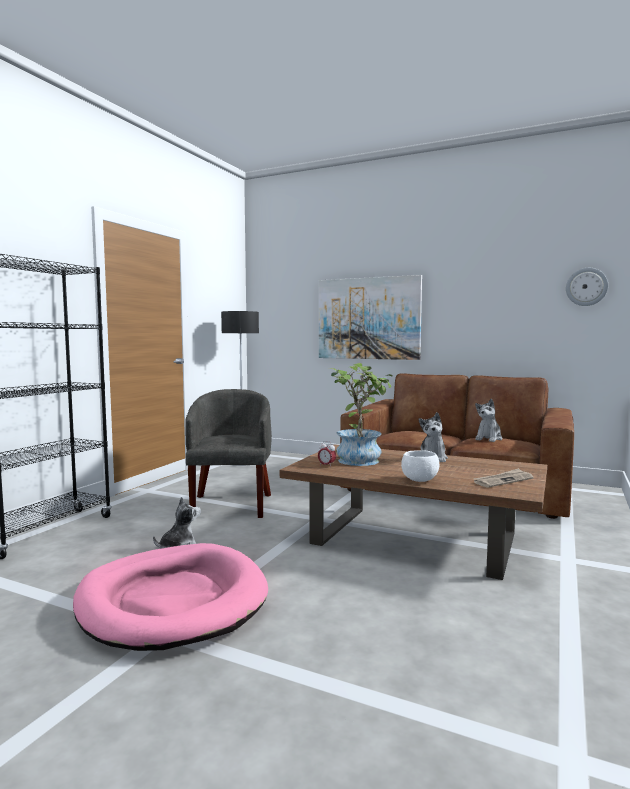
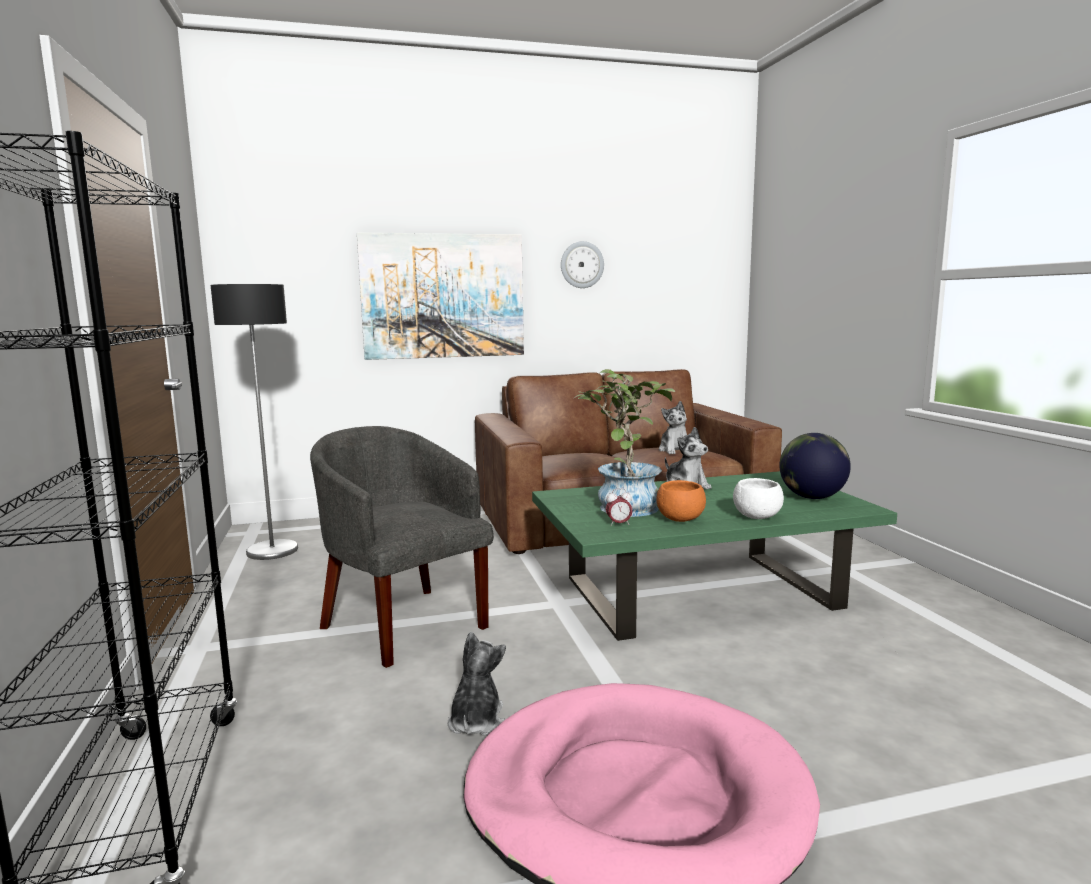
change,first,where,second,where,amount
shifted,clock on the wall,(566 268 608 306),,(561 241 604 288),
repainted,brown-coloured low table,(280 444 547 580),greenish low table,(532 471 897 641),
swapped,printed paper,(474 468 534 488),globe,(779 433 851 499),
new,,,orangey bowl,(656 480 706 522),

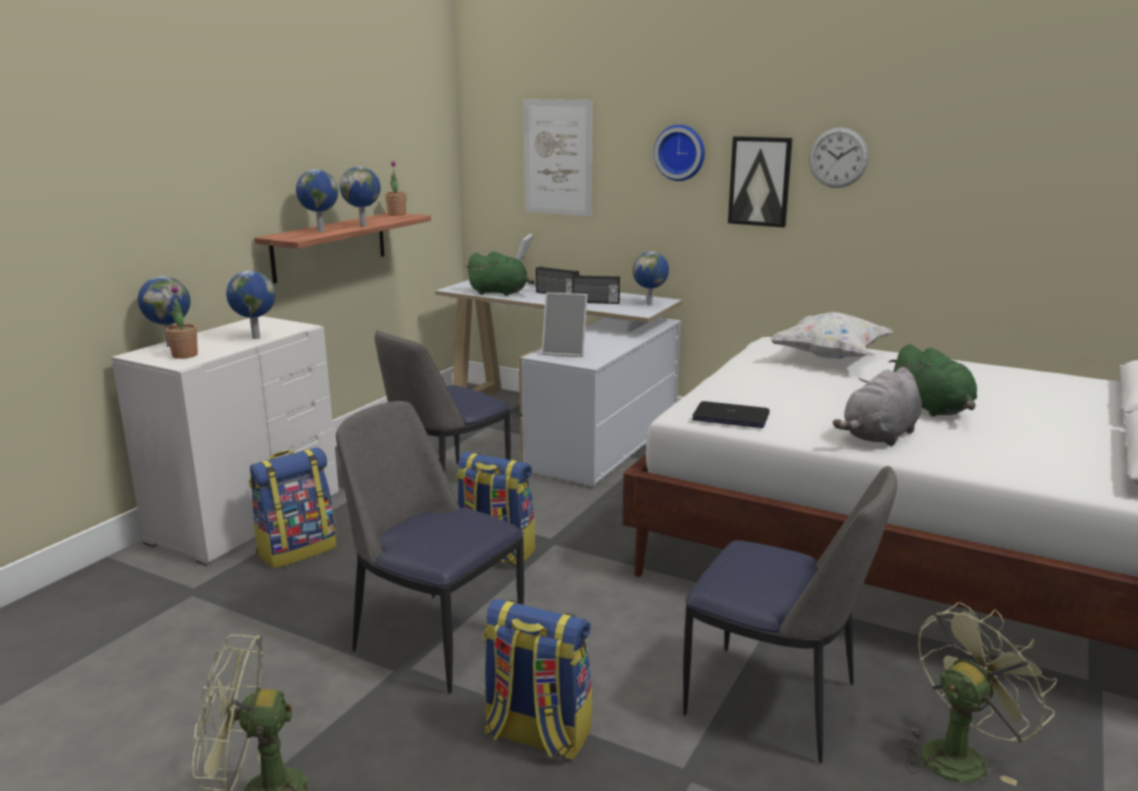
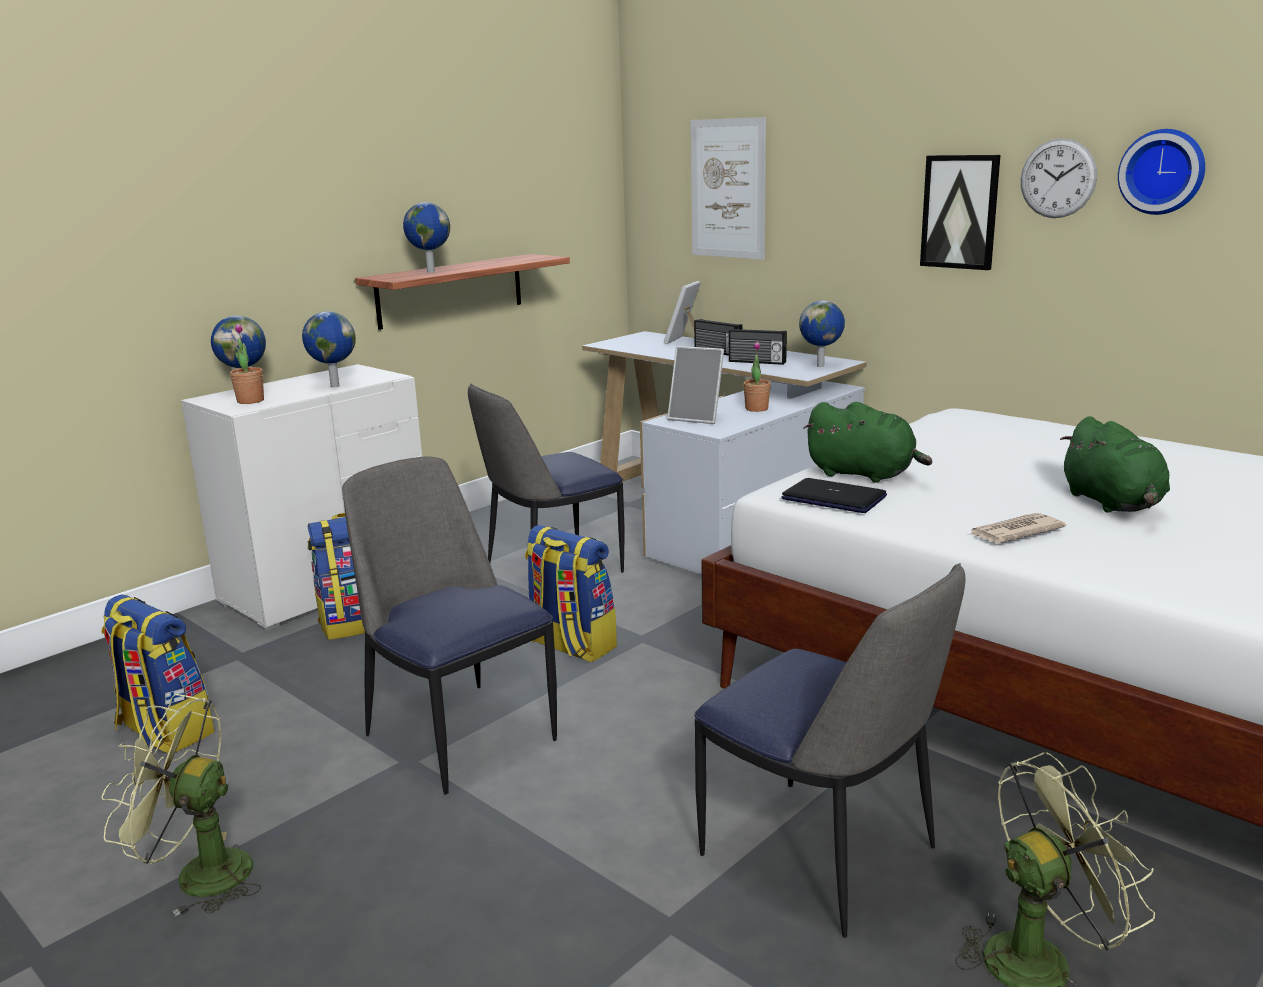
change,first,where,second,where,amount
shifted,clock on the wall,(654 125 705 181),,(1118 129 1205 215),
shifted,plant in a pot,(385 160 407 216),,(743 342 771 412),
gone,globe,(339 166 380 227),,,
shifted,greenish plush toy,(465 251 535 296),,(803 402 932 482),
gone,white pillow,(770 312 893 359),,,
swapped,grey plush toy,(833 367 922 446),printed paper,(968 513 1066 543),
shifted,backpack,(483 599 592 760),,(101 595 214 753),

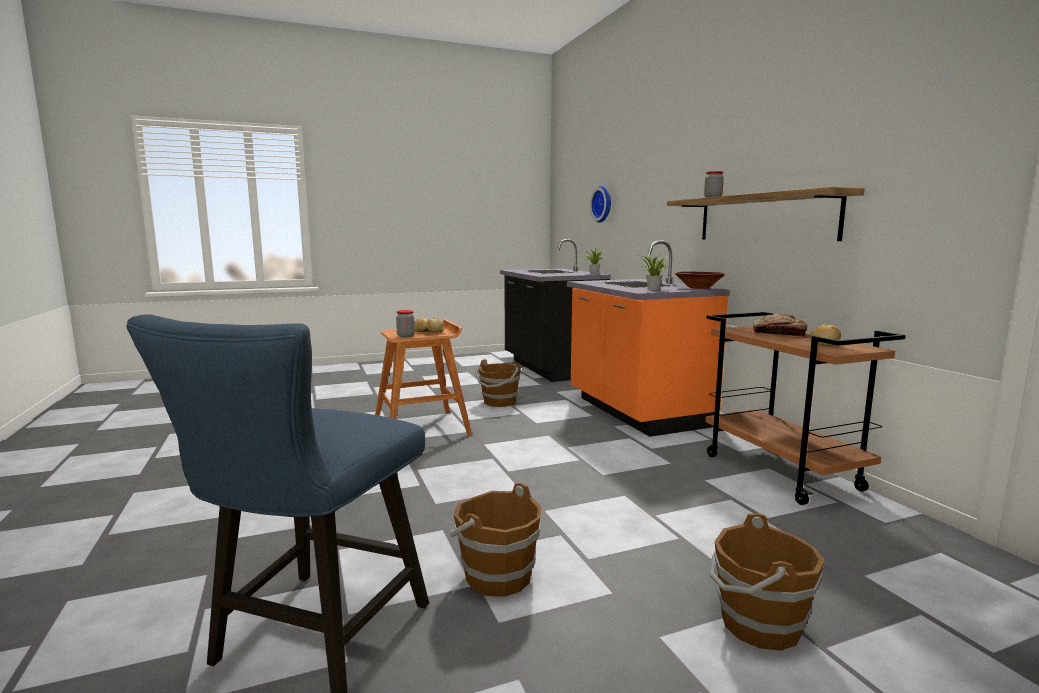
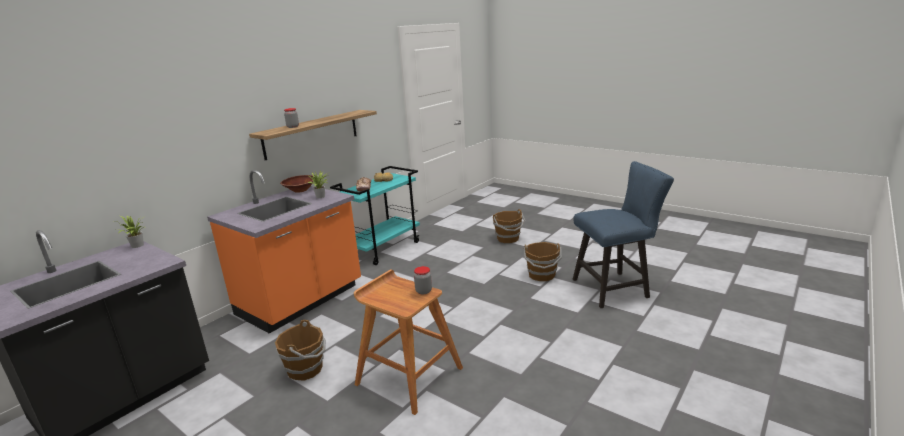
change,first,where,second,where,amount
gone,clock on the wall,(590 186 611 223),,,
repainted,brown-coloured trolley,(705 312 906 505),blue-green trolley,(330 166 420 265),
gone,bread,(414 318 444 333),,,

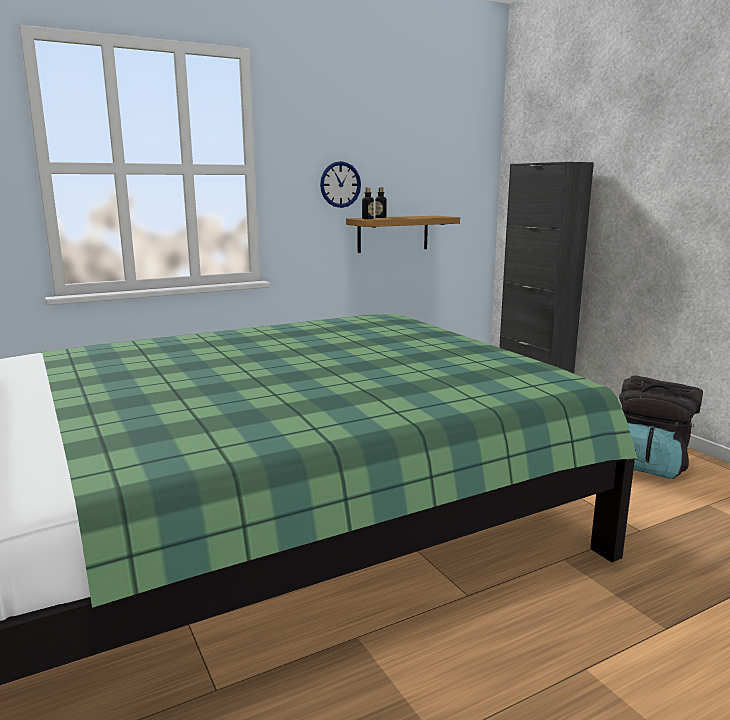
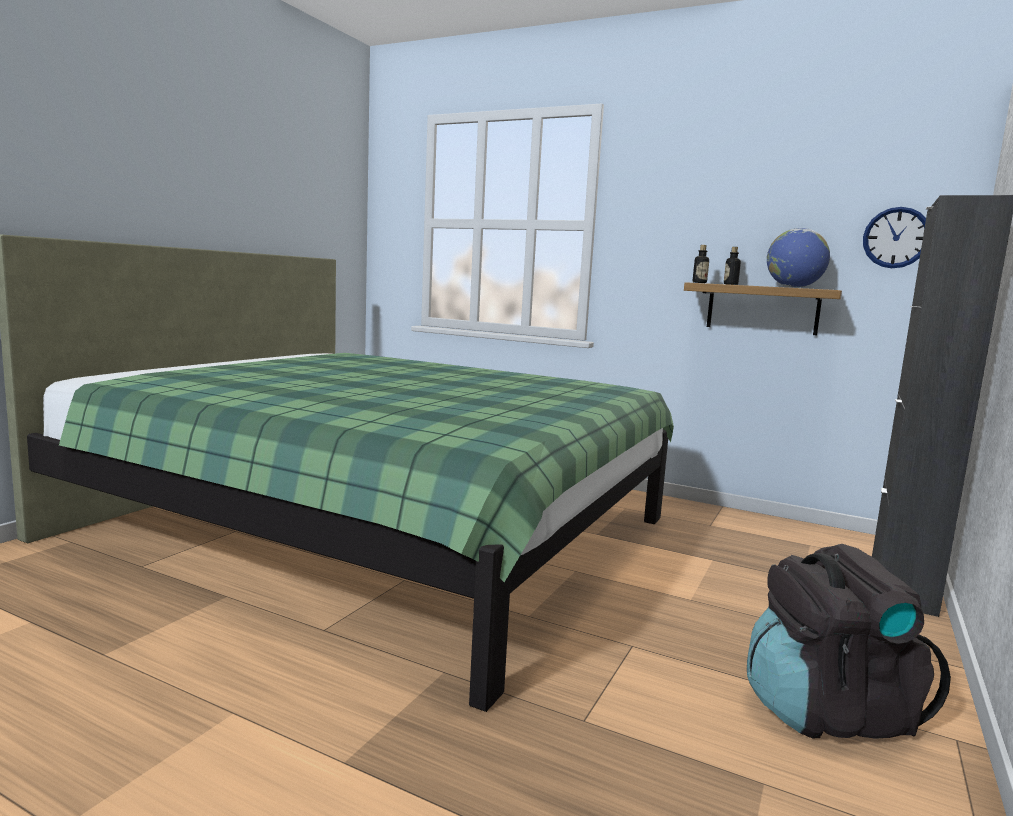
change,first,where,second,where,amount
shifted,clock on the wall,(320 161 361 208),,(863 207 926 268),
new,,,globe,(767 228 830 288),

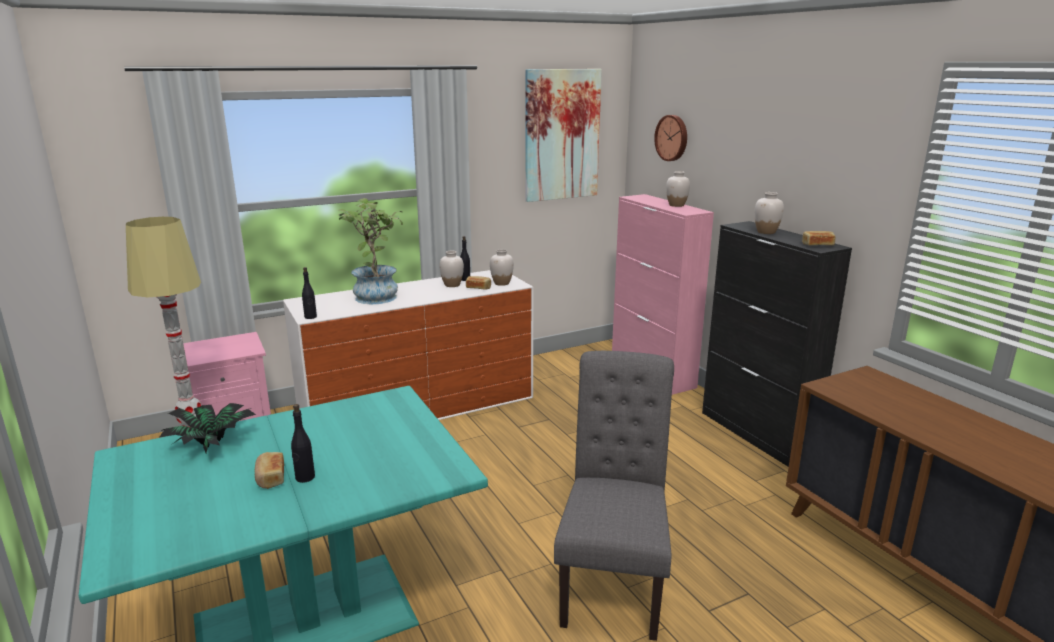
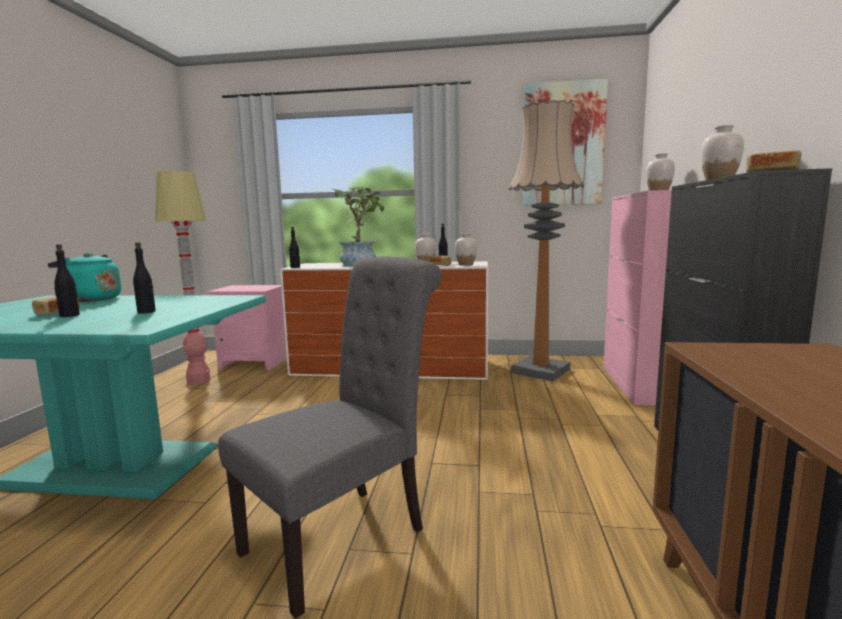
change,first,where,second,where,amount
gone,clock on the wall,(654 115 687 161),,,
swapped,plant in a pot,(159 403 256 453),blue-green kettle,(48 253 121 302),
new,,,standing lamp,(509 100 584 381),
new,,,blackish bottle,(133 242 156 314),

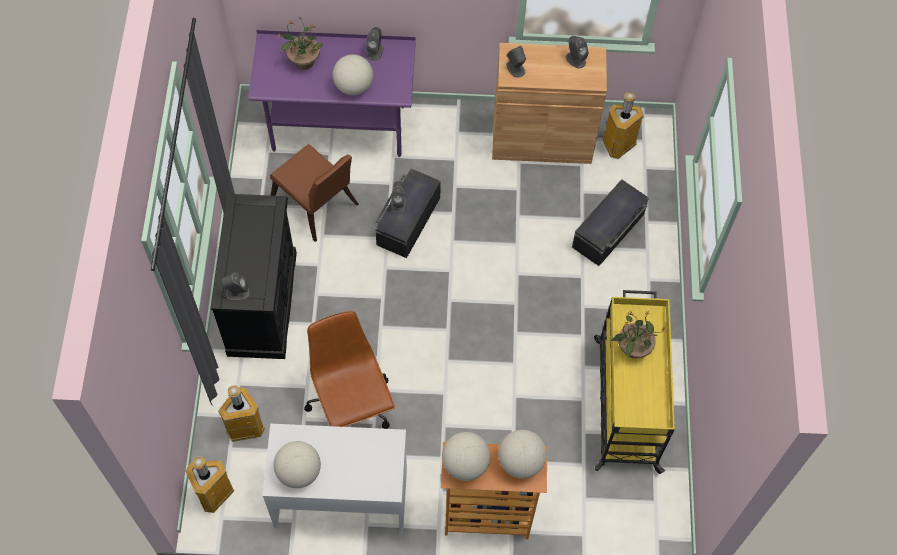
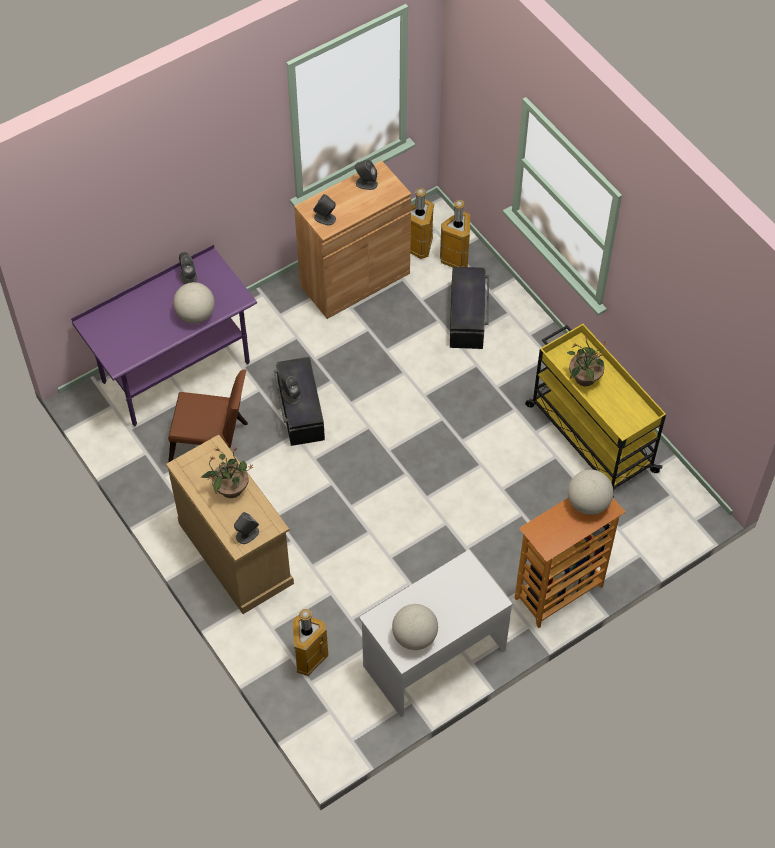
change,first,where,second,where,amount
shifted,plant in a pot,(279 16 323 70),,(201 446 254 498),
repainted,blackish dresser,(210 194 297 359),beige-coloured dresser,(166 435 294 614),
gone,brown-coloured office chair,(304 311 395 429),,,
gone,globe,(442 432 491 481),,,
shifted,waste bin,(186 456 234 513),,(440 200 470 267),

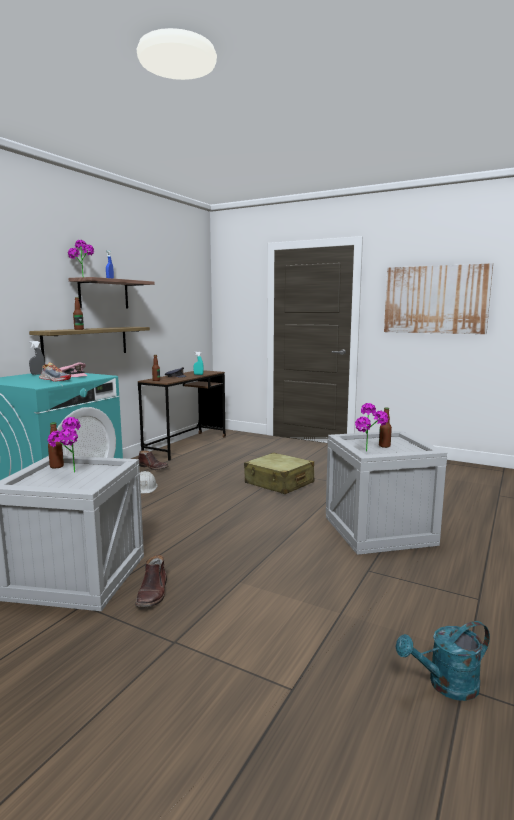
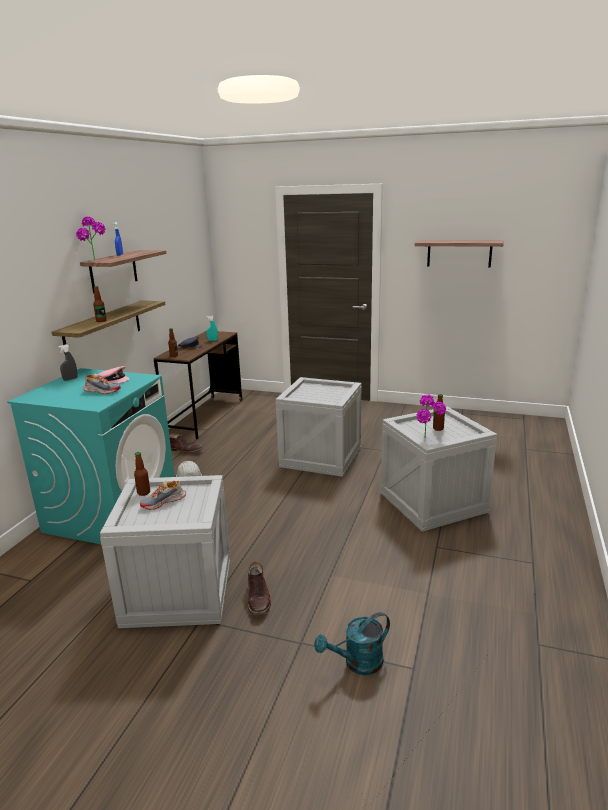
change,first,where,second,where,amount
swapped,wall art,(384 263 493 334),wall shelf,(415 240 504 268),
swapped,plant in a pot,(48 417 81 472),low shoe,(140 480 186 510),
swapped,beige-coloured piece of luggage,(244 452 314 494),shipping crate,(276 377 362 477),
shifted,blue-green sprinkling can,(396 621 490 701),,(314 612 390 675),

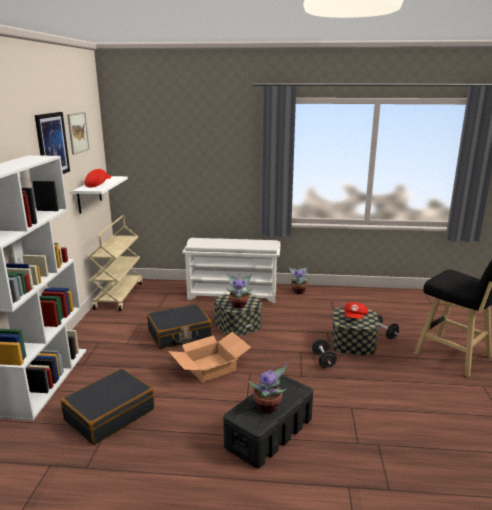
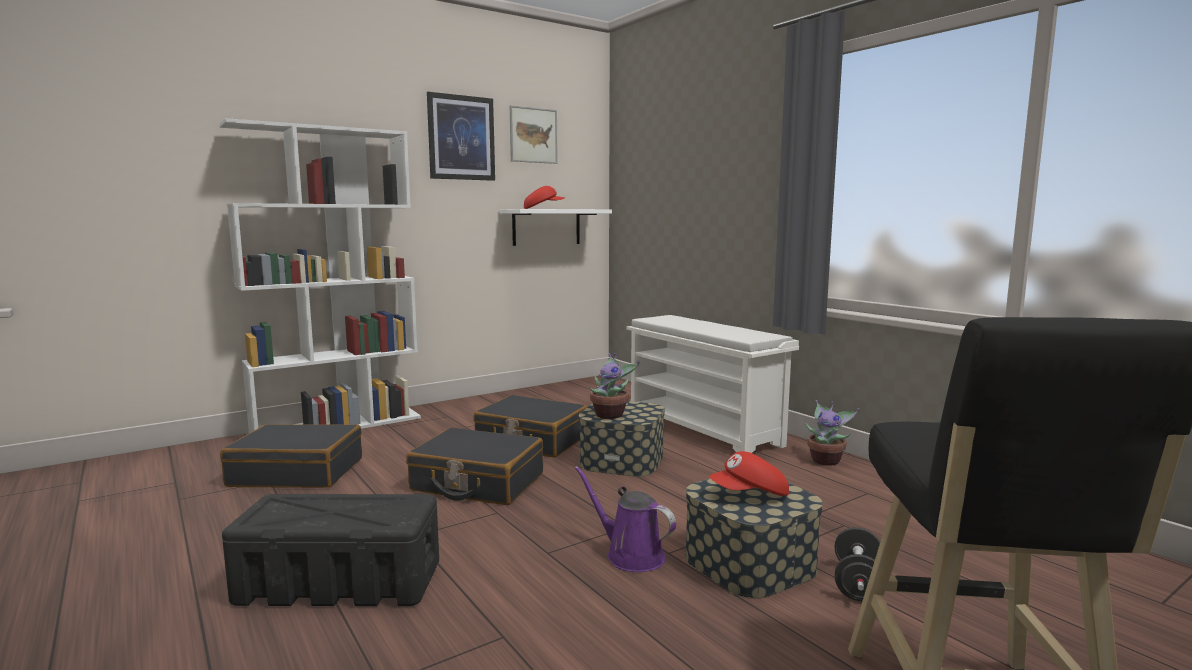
change,first,where,second,where,amount
gone,beige-coloured trolley,(88 216 142 311),,,
swapped,cardboard box,(168 332 251 382),blackish piece of luggage,(406 427 543 505),
swapped,blackish hand weight,(312 339 337 368),purplish sprinkling can,(574 466 676 572),
gone,plant in a pot,(249 362 287 413),,,

